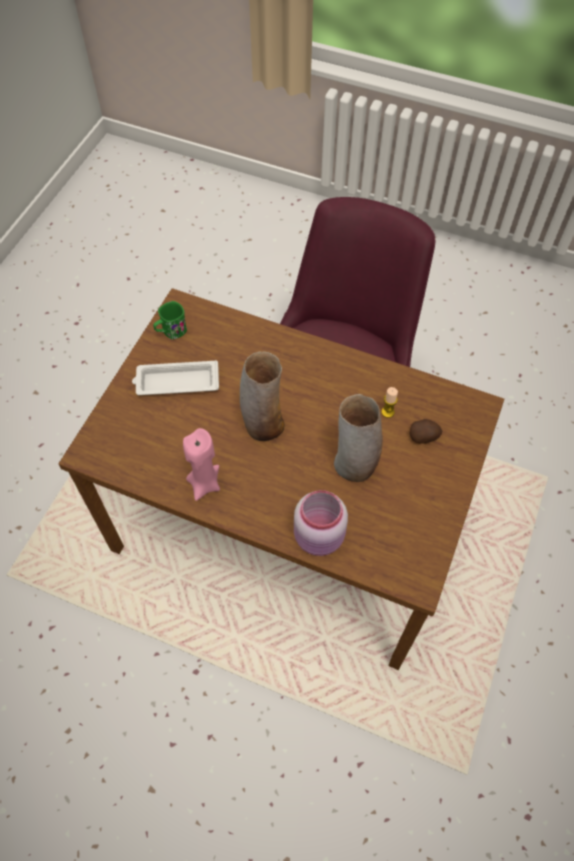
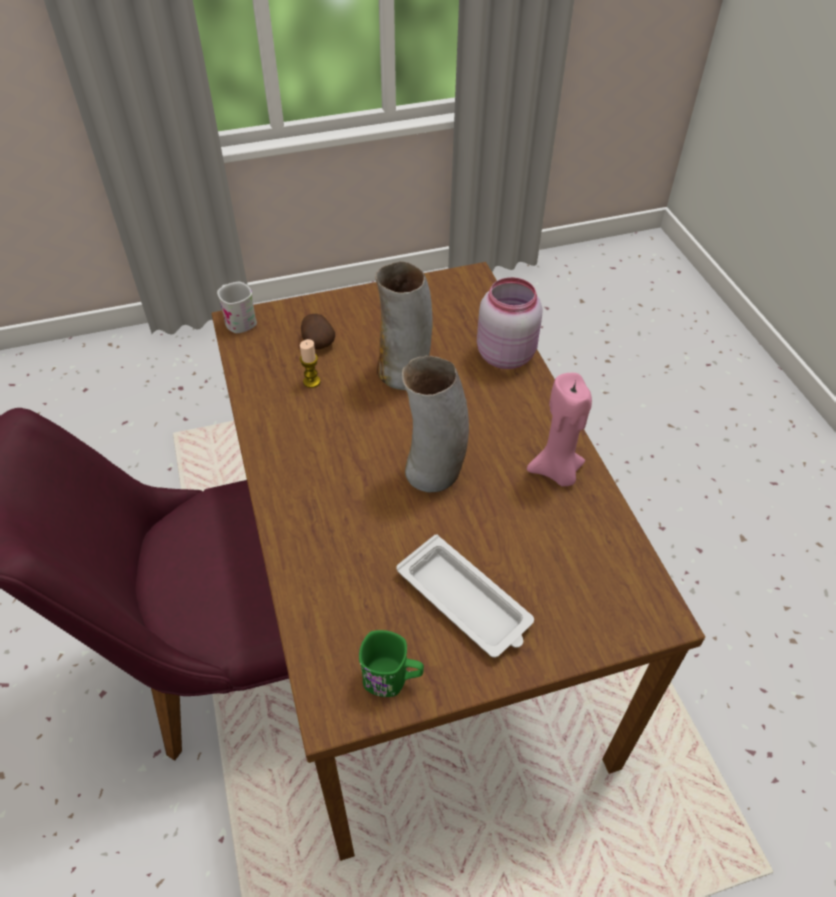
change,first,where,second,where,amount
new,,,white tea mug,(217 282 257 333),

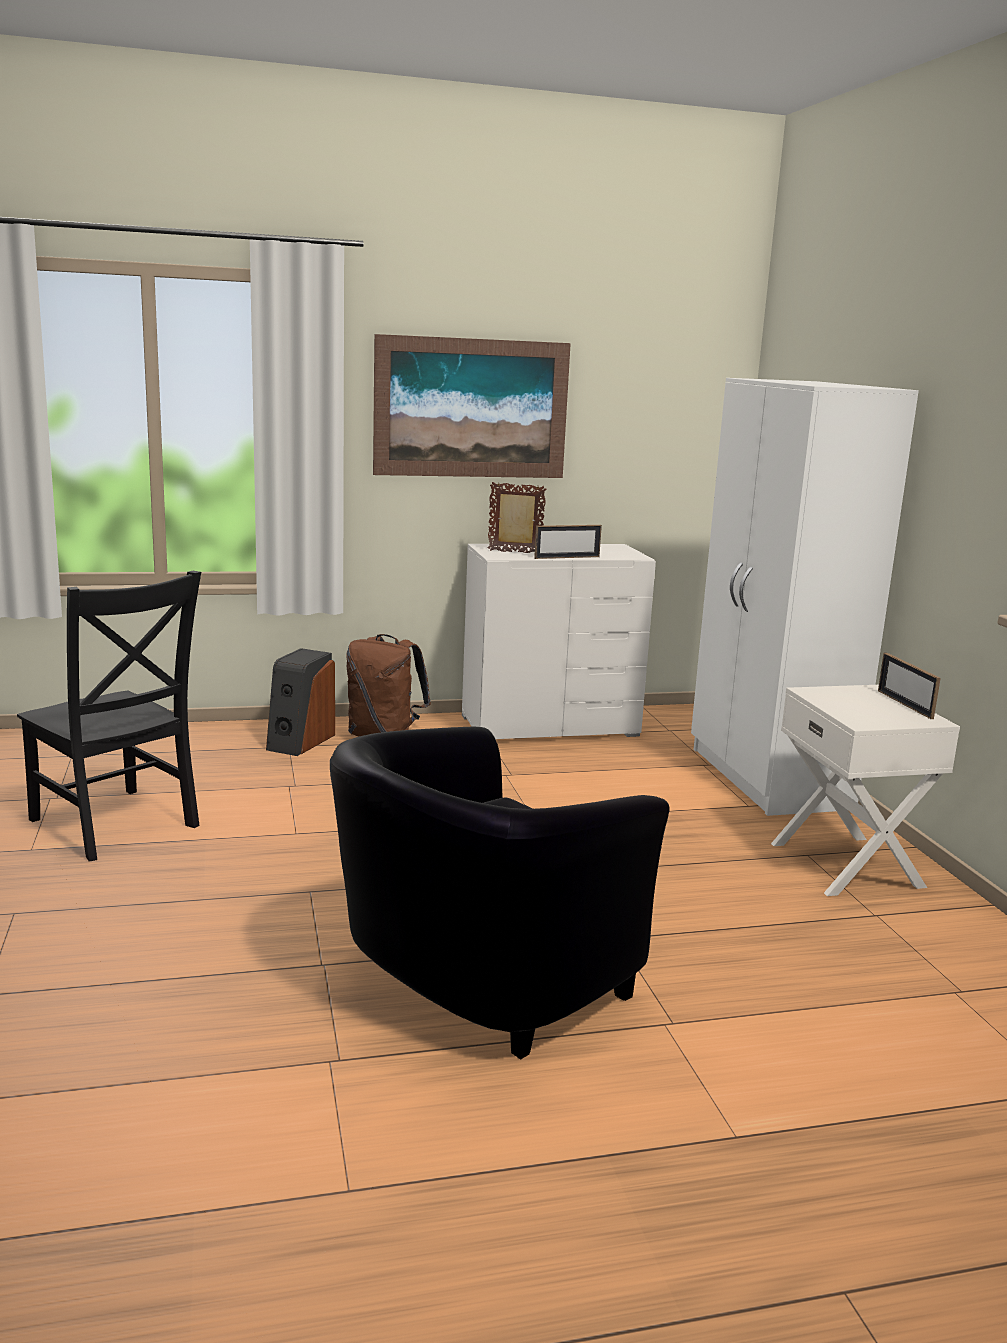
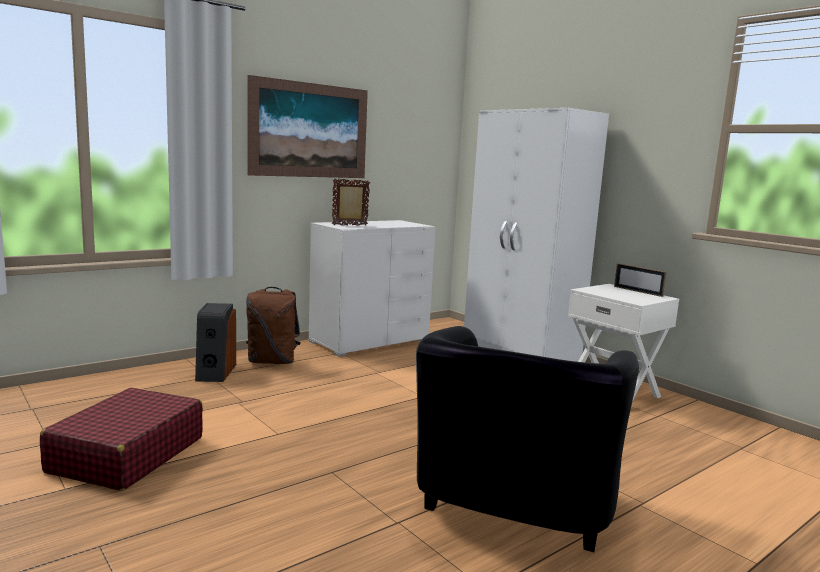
change,first,where,second,where,amount
gone,standing frame,(534 525 602 559),,,
swapped,blackish chair,(17 571 201 861),reddish piece of luggage,(40 388 203 491),

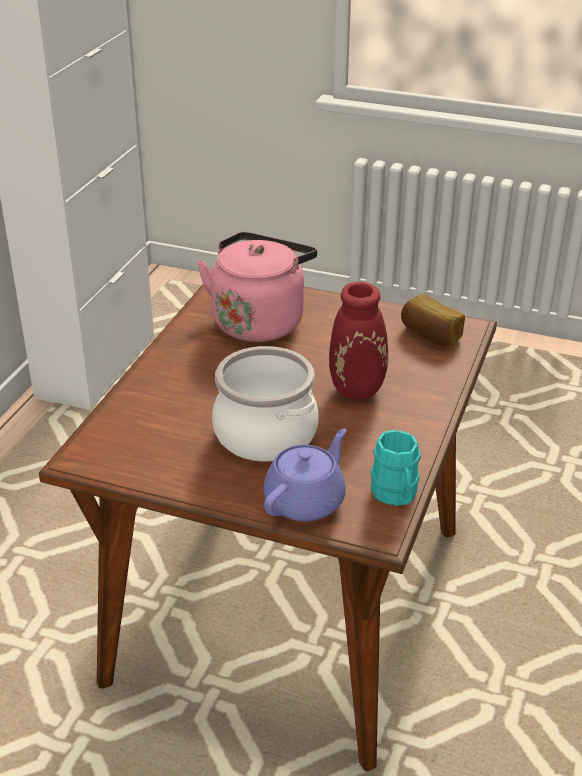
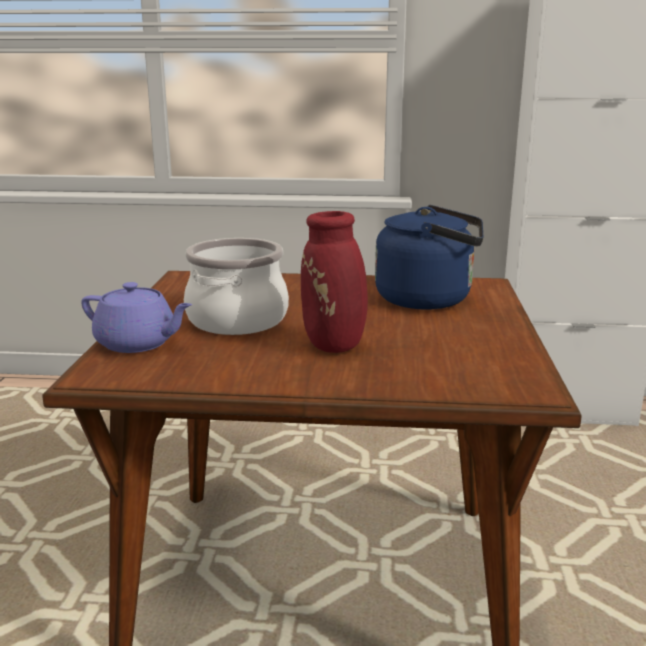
change,first,where,second,where,amount
repainted,pink kettle,(197 232 317 342),bluish kettle,(375 205 484 310),
gone,bread,(401 294 465 347),,,
gone,blue-green tea mug,(371 430 421 506),,,

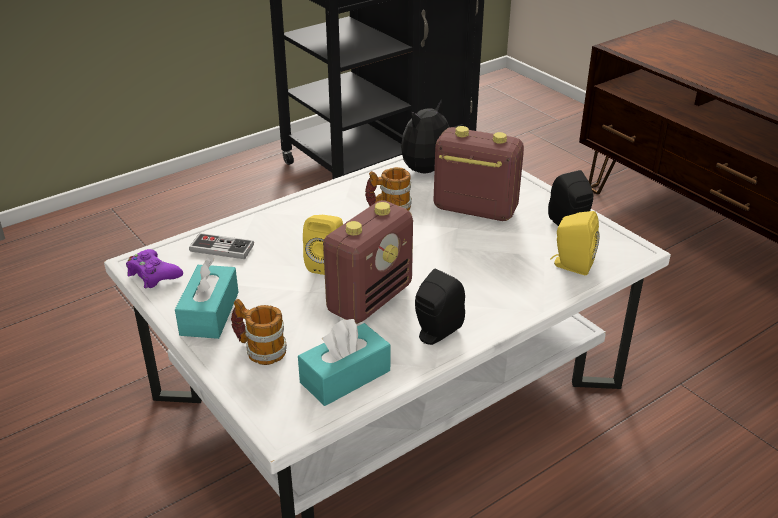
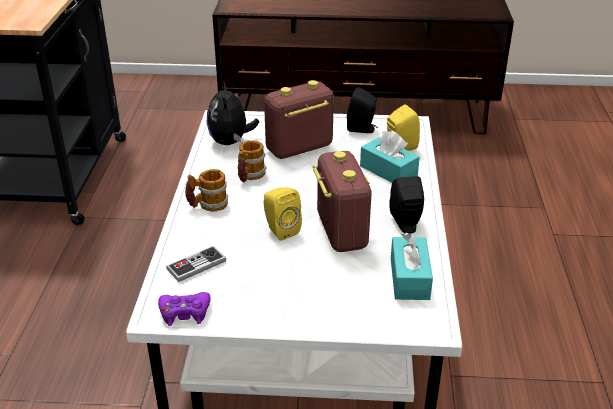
change,first,where,second,where,amount
shifted,blue-green tissue box,(175 257 239 339),,(360 131 420 183),
shifted,tea mug,(231 299 287 365),,(185 169 228 211),

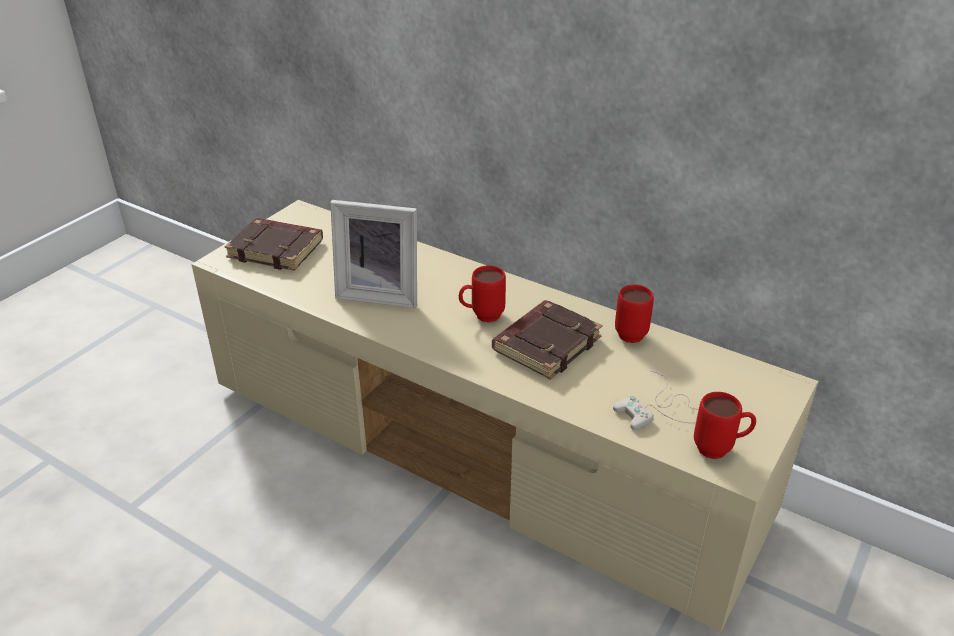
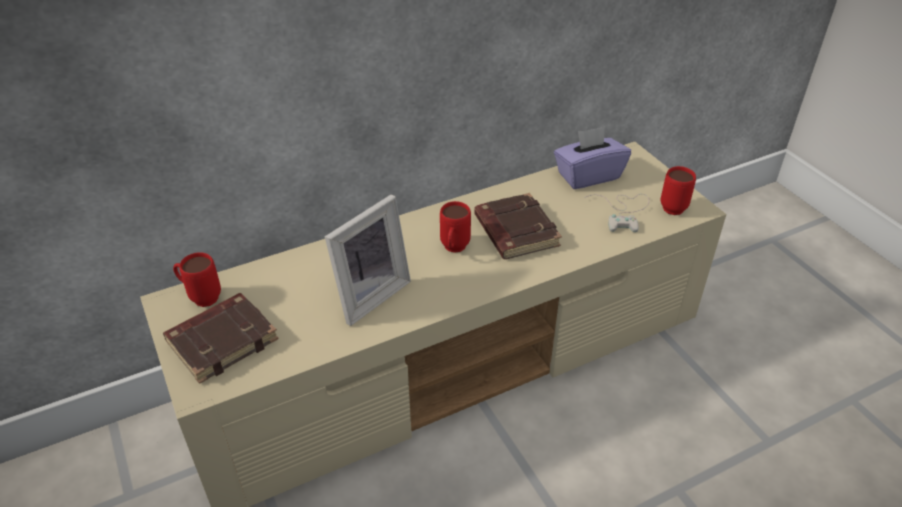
change,first,where,second,where,amount
shifted,reddish tea mug,(615 285 654 343),,(173 252 221 307),
new,,,purplish tissue box,(554 126 631 189),

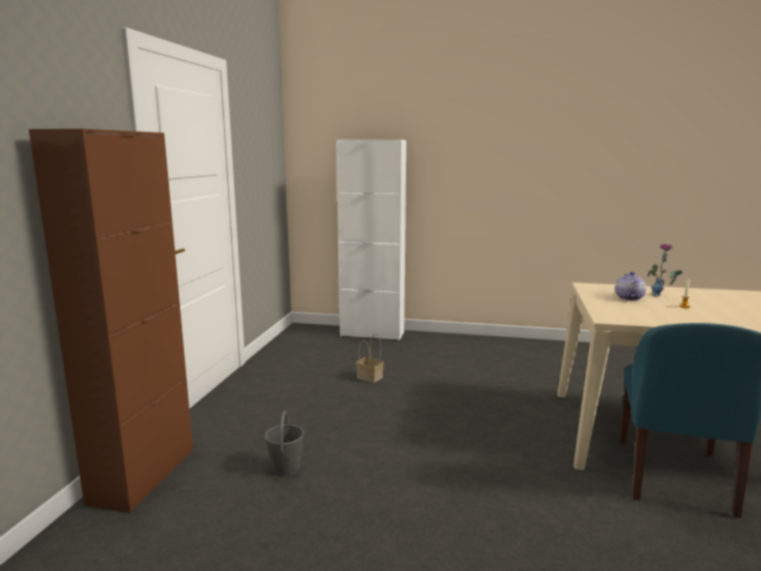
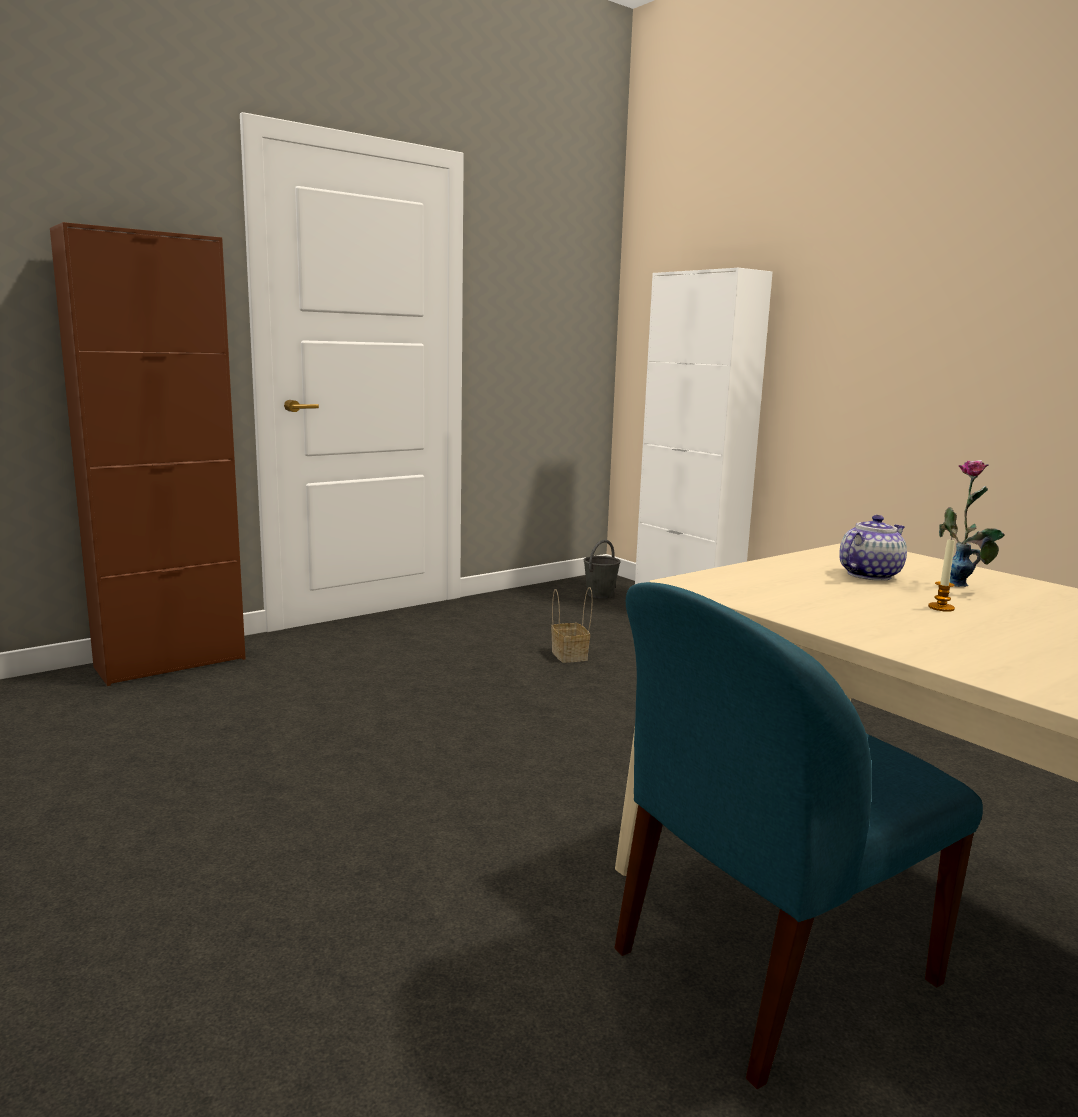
change,first,where,second,where,amount
shifted,grey pail,(264 411 304 476),,(584 540 621 599),

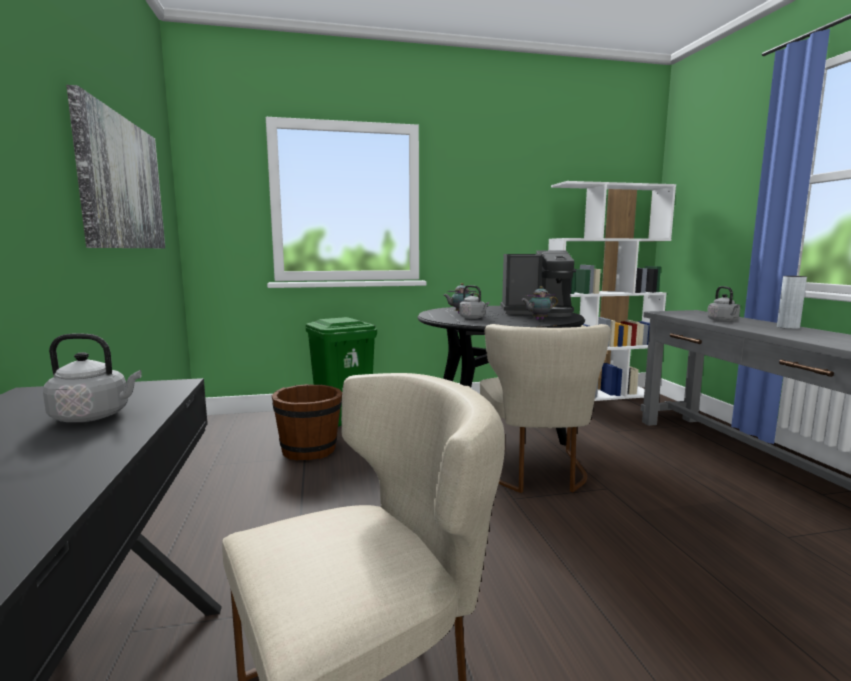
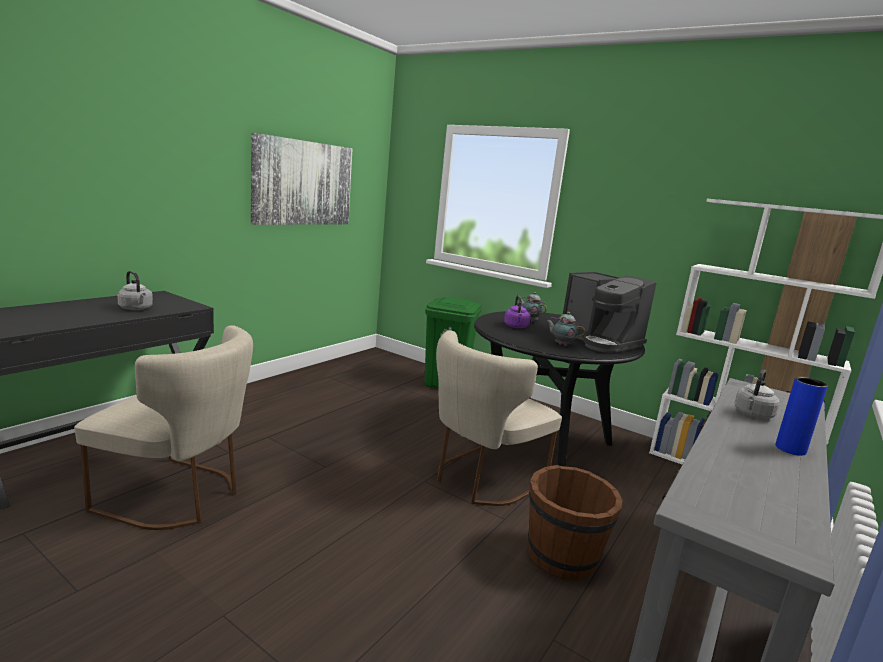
change,first,where,second,where,amount
repainted,grey flower vase,(777 276 807 329),bluish flower vase,(775 377 828 456),
repainted,grey kettle,(459 285 490 319),purplish kettle,(504 295 530 328),
shifted,brown-coloured pail,(272 384 342 461),,(528 465 623 580),

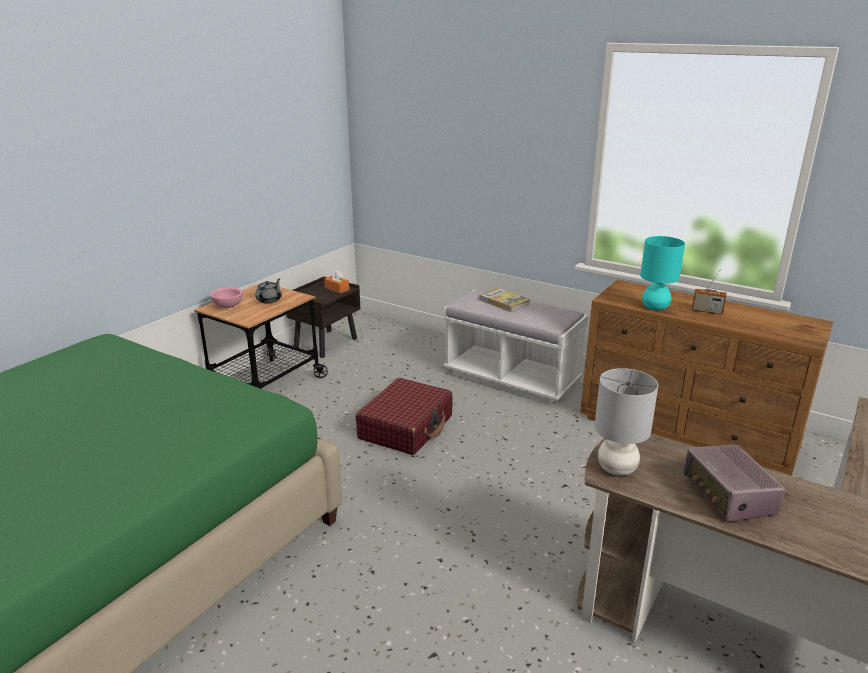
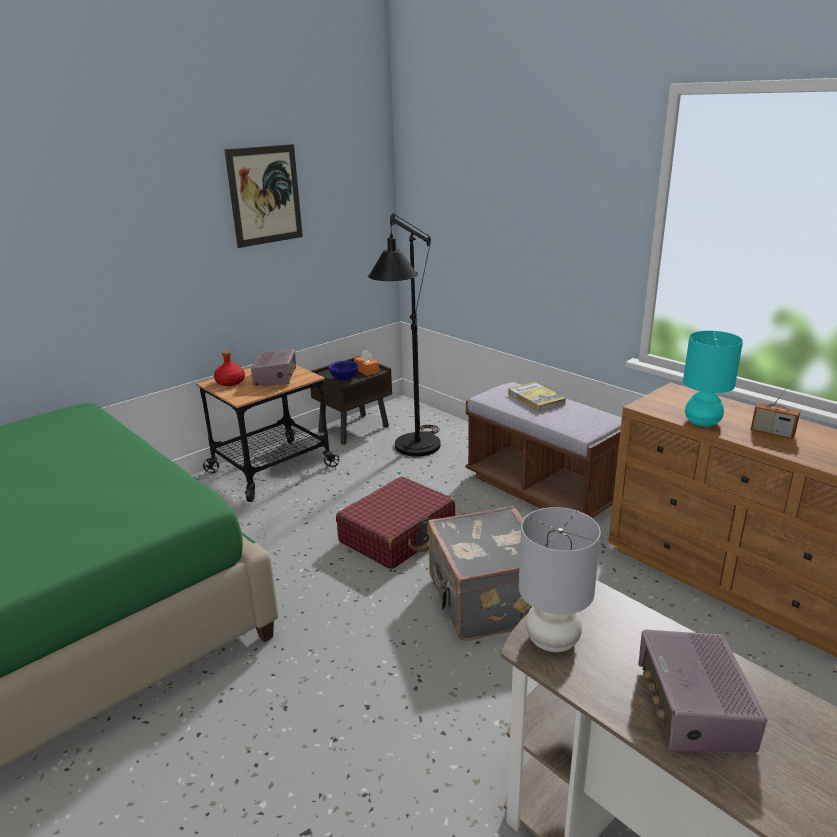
change,first,where,second,where,amount
swapped,grey pot for tea,(255 278 282 303),radio receiver,(251 349 296 386),
swapped,pink bowl,(210 287 243 308),reddish bottle,(214 351 245 386),
repainted,white indoor bench,(443 289 588 404),brown-coloured indoor bench,(466 382 622 518),
new,,,wall art,(224 144 303 248),
new,,,blackish standing lamp,(368 213 441 457),
new,,,bluish bowl,(329 361 359 381),
new,,,grey piece of luggage,(427 506 532 641),

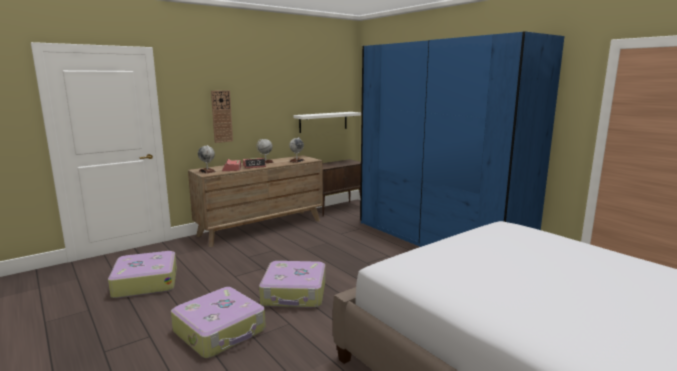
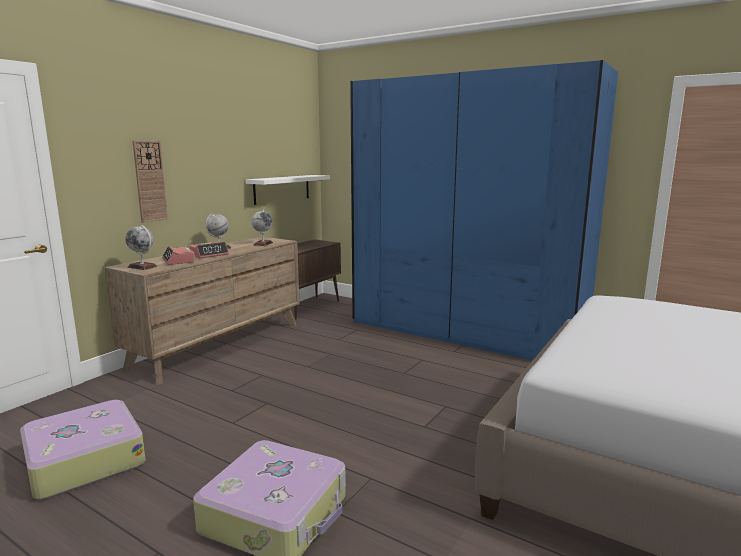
change,first,where,second,where,amount
gone,piece of luggage,(259 261 326 308),,,

